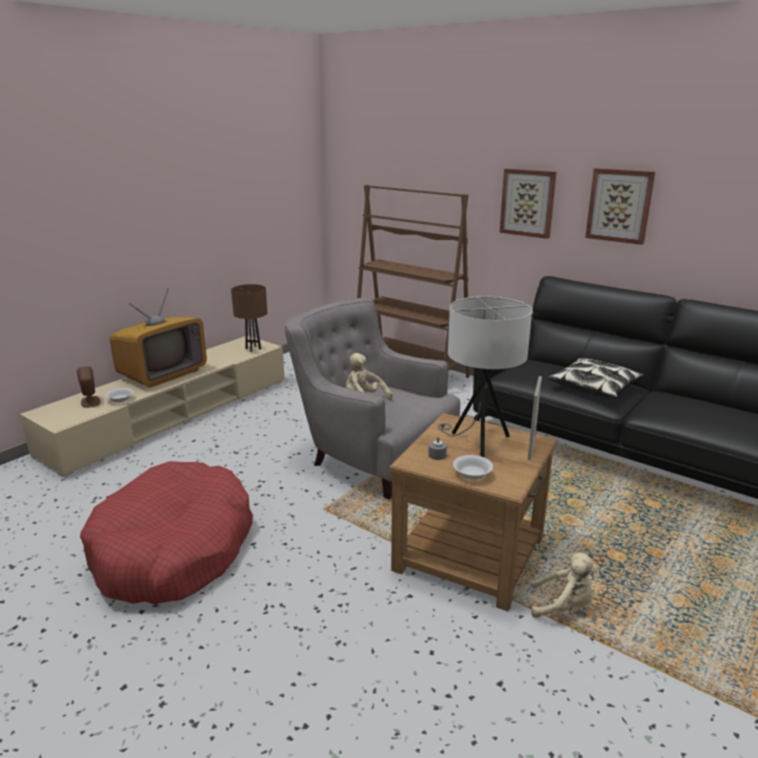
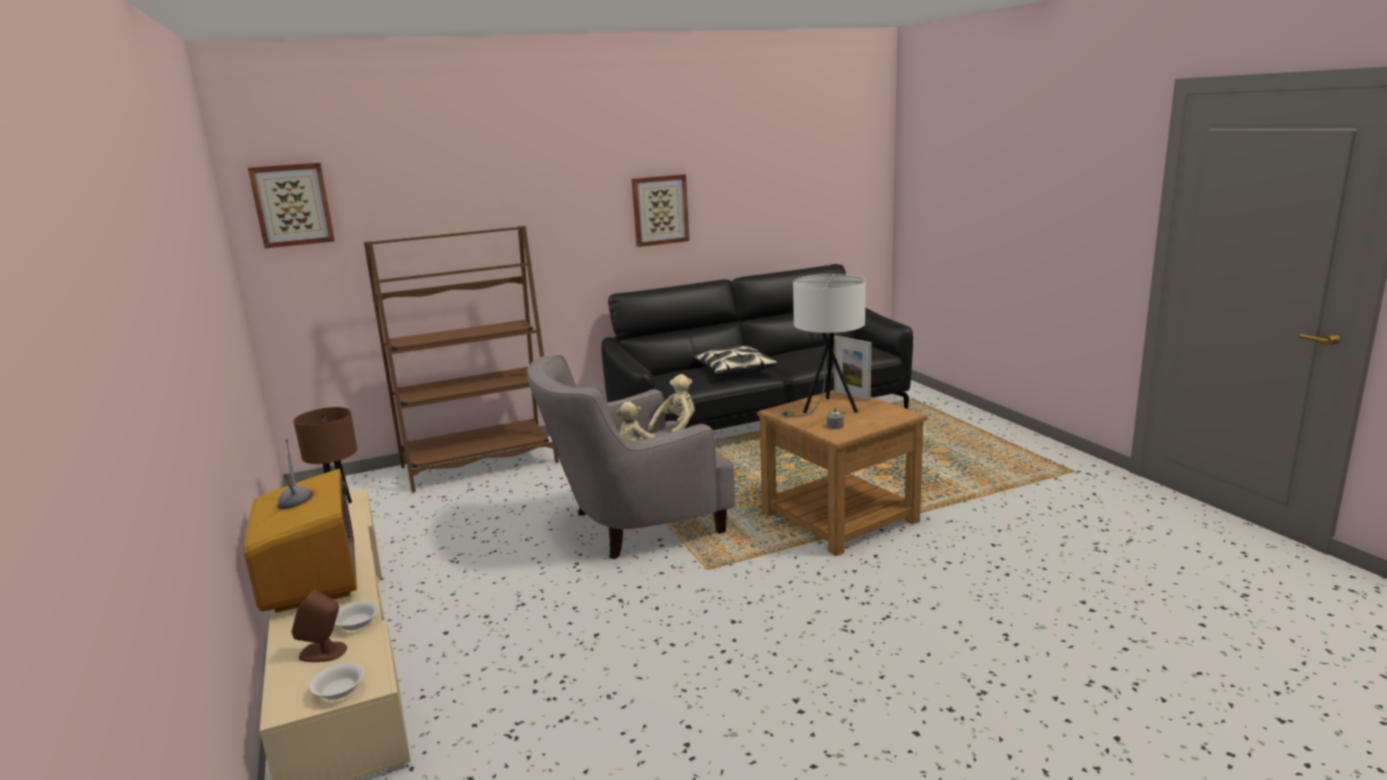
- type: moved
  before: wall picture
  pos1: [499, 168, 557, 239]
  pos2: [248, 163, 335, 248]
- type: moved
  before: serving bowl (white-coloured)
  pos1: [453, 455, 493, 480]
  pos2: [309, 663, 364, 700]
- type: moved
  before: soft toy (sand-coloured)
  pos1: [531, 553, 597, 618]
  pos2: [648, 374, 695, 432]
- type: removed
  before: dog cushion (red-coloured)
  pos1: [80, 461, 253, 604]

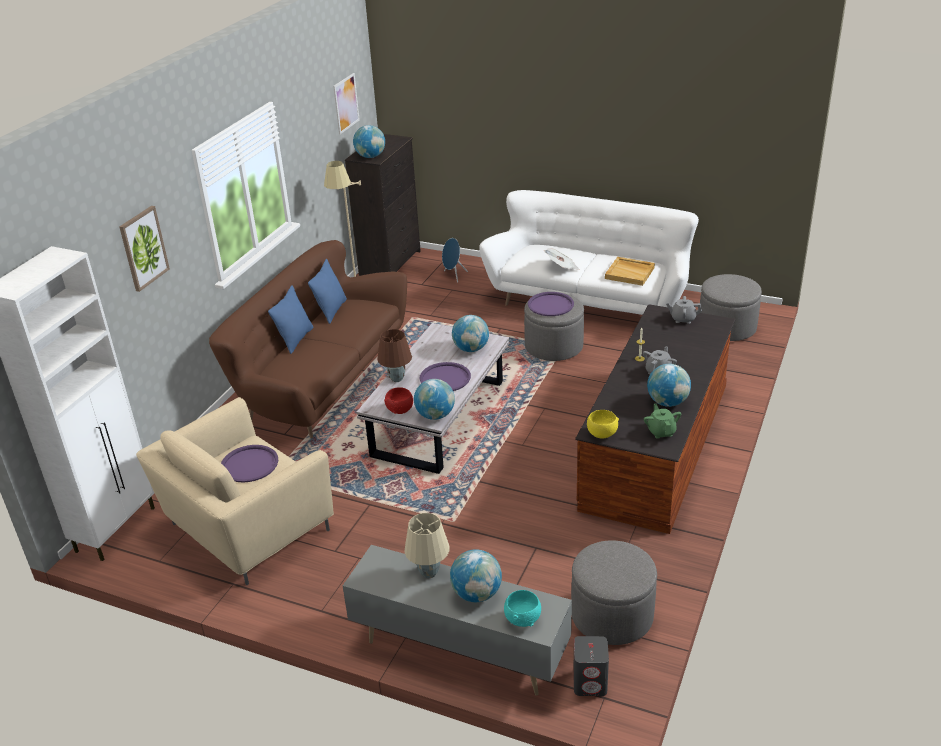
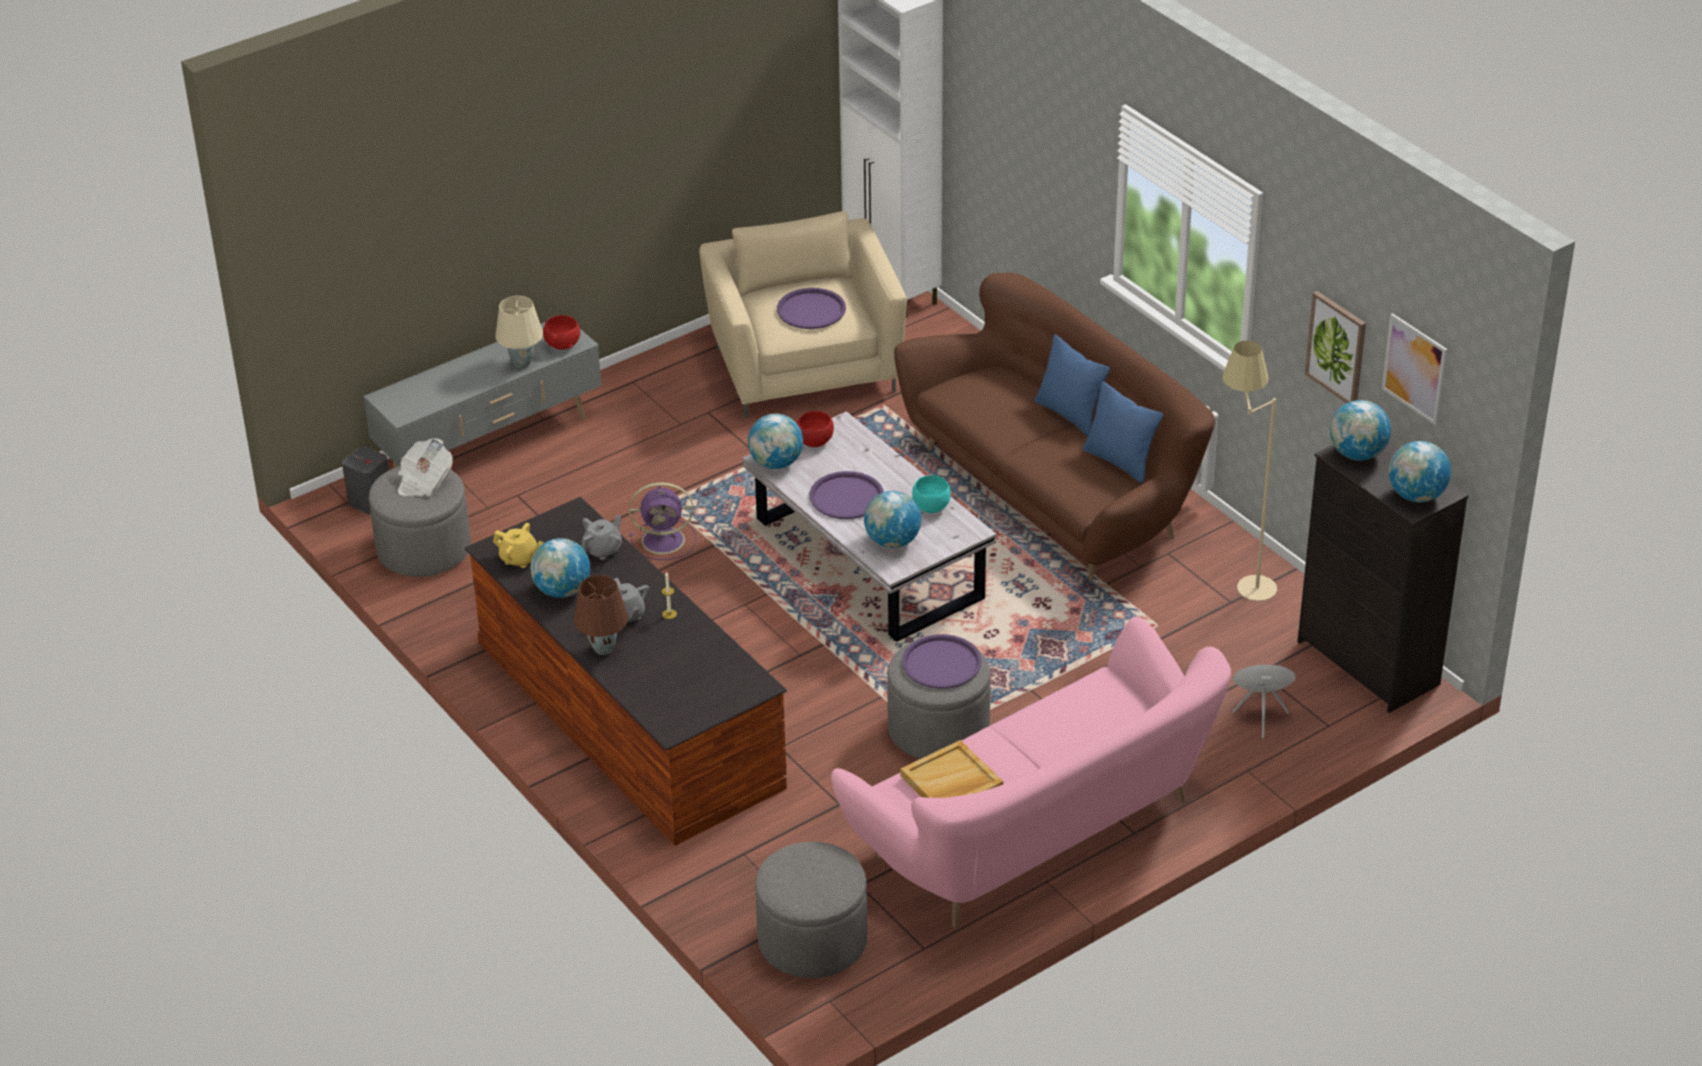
- type: moved
  before: daily paper
  pos1: [544, 248, 580, 270]
  pos2: [398, 438, 453, 496]
- type: recoloured
  before: tea pot (greenish)
  after: tea pot (yellowish)
  pos1: [644, 404, 681, 439]
  pos2: [493, 523, 543, 568]
- type: added
  after: serving bowl (red-coloured)
  pos2: [543, 315, 580, 350]
- type: moved
  before: tabletop lamp (brown-coloured)
  pos1: [377, 329, 412, 382]
  pos2: [574, 575, 628, 655]
- type: moved
  before: tea pot (greyish)
  pos1: [666, 296, 702, 324]
  pos2: [581, 515, 622, 560]
- type: added
  after: cooling fan (purplish)
  pos2: [629, 482, 696, 560]
- type: recoloured
  before: couch (white-coloured)
  after: couch (pinkish)
  pos1: [479, 190, 699, 315]
  pos2: [831, 617, 1231, 928]
- type: moved
  before: serving bowl (turquoise)
  pos1: [504, 590, 541, 627]
  pos2: [912, 475, 951, 513]
- type: moved
  before: wall picture
  pos1: [119, 206, 170, 292]
  pos2: [1305, 291, 1366, 403]
- type: moved
  before: desk globe
  pos1: [450, 549, 502, 602]
  pos2: [1389, 441, 1451, 502]
- type: removed
  before: serving bowl (yellowish)
  pos1: [587, 410, 619, 439]

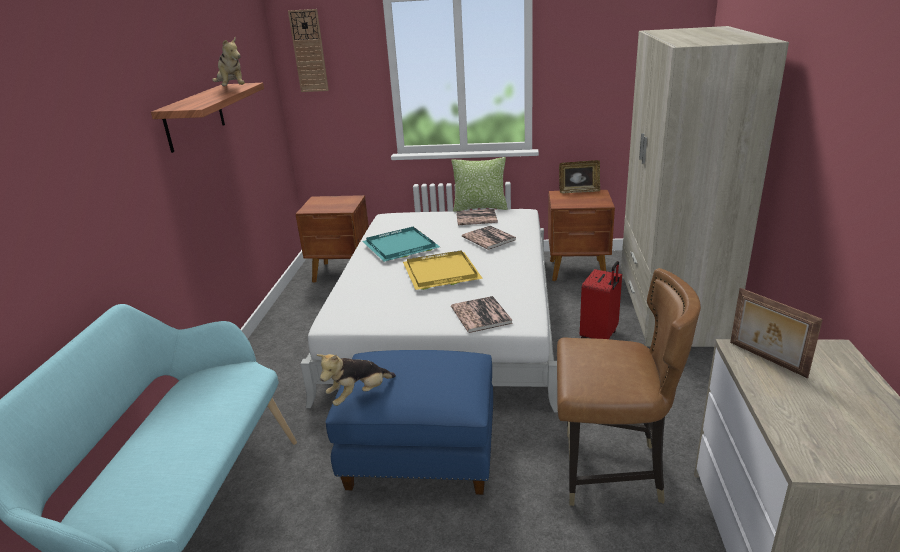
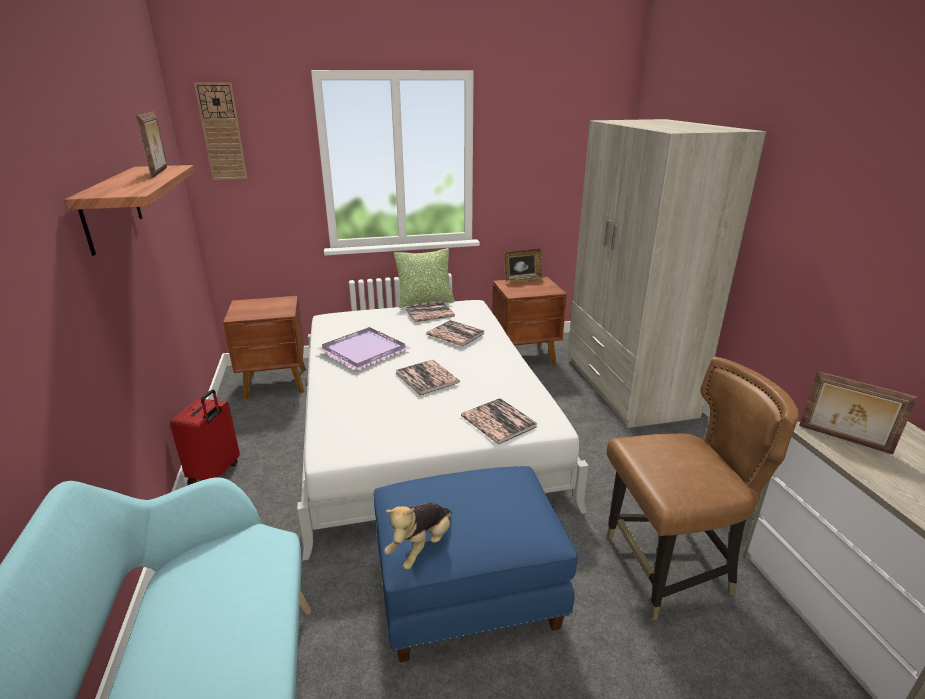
- type: replaced
  before: soft toy
  after: picture frame
  pos1: [212, 36, 245, 86]
  pos2: [136, 112, 167, 178]
- type: moved
  before: travel case (red-coloured)
  pos1: [580, 261, 622, 339]
  pos2: [170, 389, 240, 485]
- type: recoloured
  before: tray (turquoise)
  after: tray (purplish)
  pos1: [362, 227, 440, 262]
  pos2: [317, 327, 411, 371]
- type: replaced
  before: tray (yellowish)
  after: volume
  pos1: [403, 250, 483, 290]
  pos2: [396, 360, 460, 396]

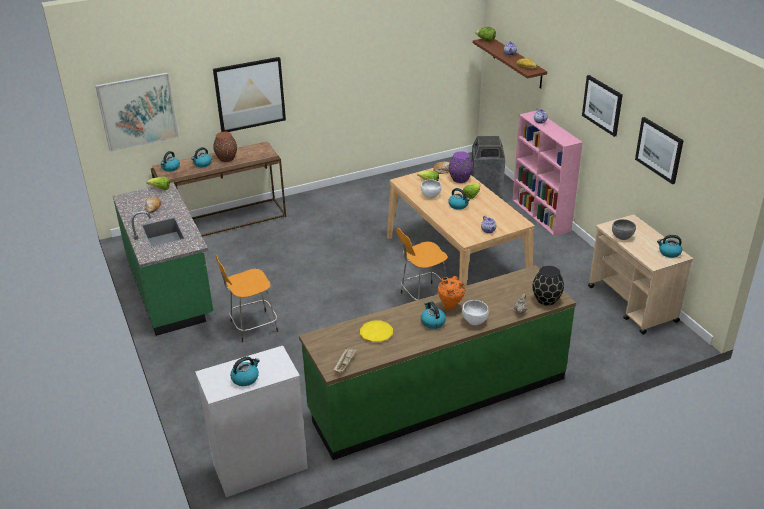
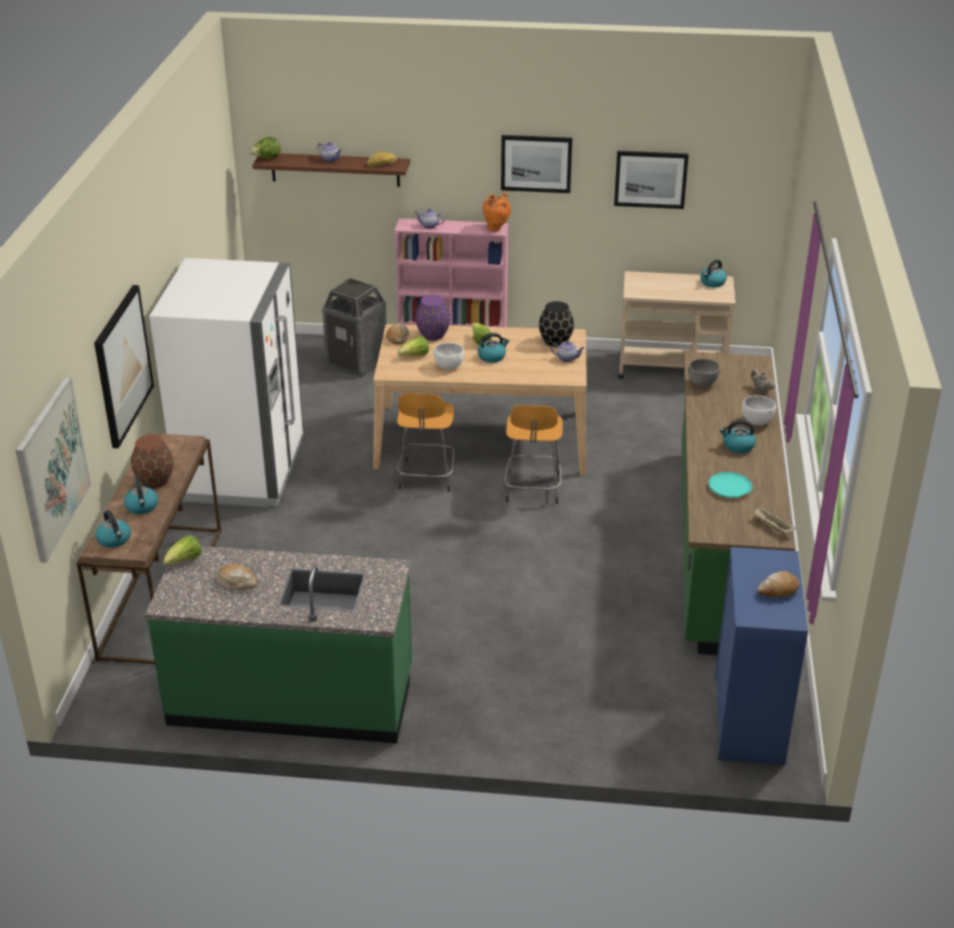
- type: added
  after: refrigerator (white-coloured)
  pos2: [149, 258, 304, 507]
- type: moved
  before: stool (orange)
  pos1: [215, 255, 278, 343]
  pos2: [397, 393, 455, 492]
- type: moved
  before: vase (orange)
  pos1: [438, 276, 465, 310]
  pos2: [483, 192, 512, 231]
- type: moved
  before: vase (black-coloured)
  pos1: [533, 266, 564, 306]
  pos2: [539, 301, 574, 347]
- type: moved
  before: serving bowl (greyish)
  pos1: [612, 219, 636, 240]
  pos2: [688, 359, 720, 387]
- type: recoloured
  before: flat dish (yellowish)
  after: flat dish (turquoise)
  pos1: [360, 321, 393, 342]
  pos2: [708, 472, 753, 498]
- type: recoloured
  before: dresser (white-coloured)
  after: dresser (blue-coloured)
  pos1: [195, 346, 308, 497]
  pos2: [715, 547, 808, 765]
- type: replaced
  before: water kettle
  after: bakery bread
  pos1: [230, 357, 260, 386]
  pos2: [757, 571, 800, 597]

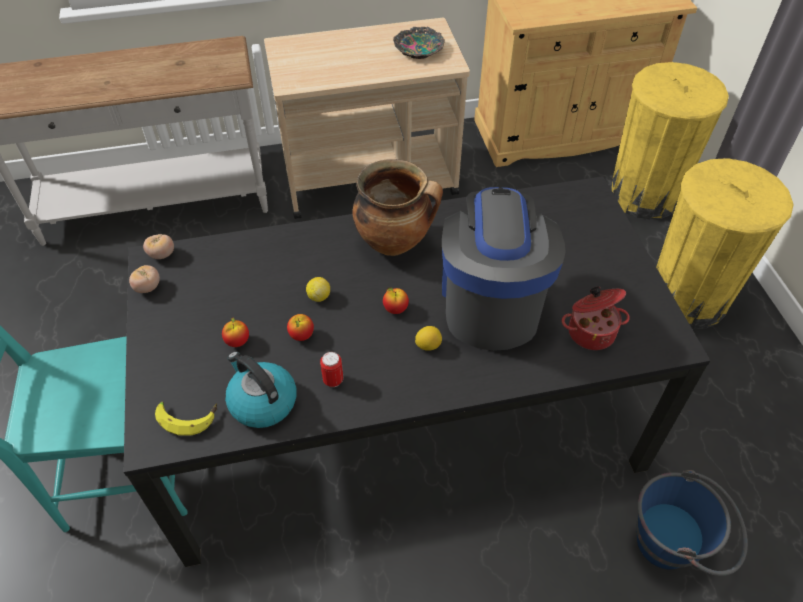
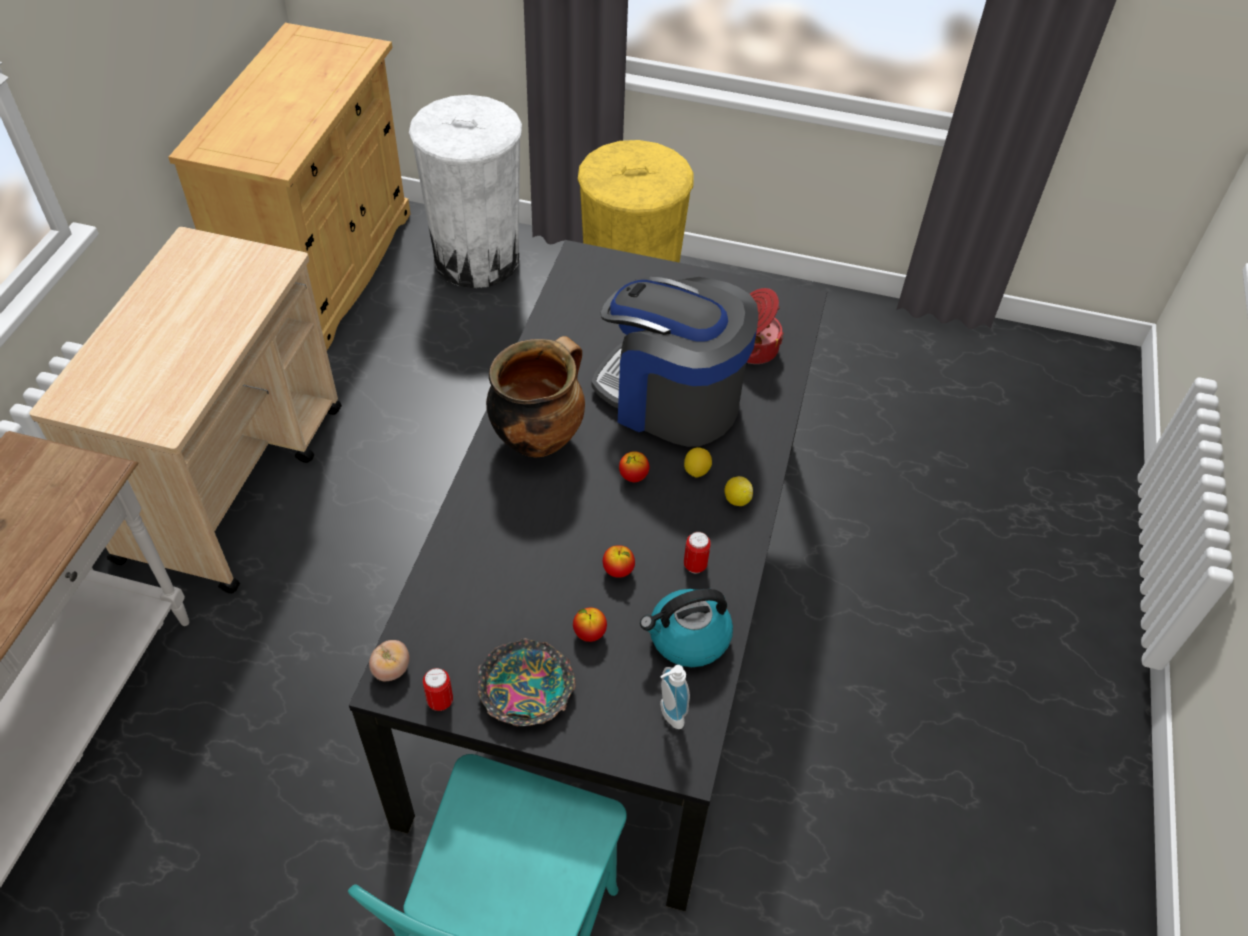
- type: recoloured
  before: rubbish bin (yellowish)
  after: rubbish bin (white-coloured)
  pos1: [610, 62, 729, 220]
  pos2: [409, 95, 522, 288]
- type: replaced
  before: fresh tomato
  after: can
  pos1: [129, 265, 160, 293]
  pos2: [423, 668, 453, 711]
- type: moved
  before: serving bowl
  pos1: [393, 27, 445, 59]
  pos2: [478, 638, 576, 726]
- type: replaced
  before: banana fruit
  after: liquid soap bottle
  pos1: [155, 401, 217, 436]
  pos2: [660, 665, 690, 729]
- type: moved
  before: lemon
  pos1: [306, 277, 330, 302]
  pos2: [724, 476, 753, 506]
- type: removed
  before: water bucket (blue-coloured)
  pos1: [636, 470, 748, 576]

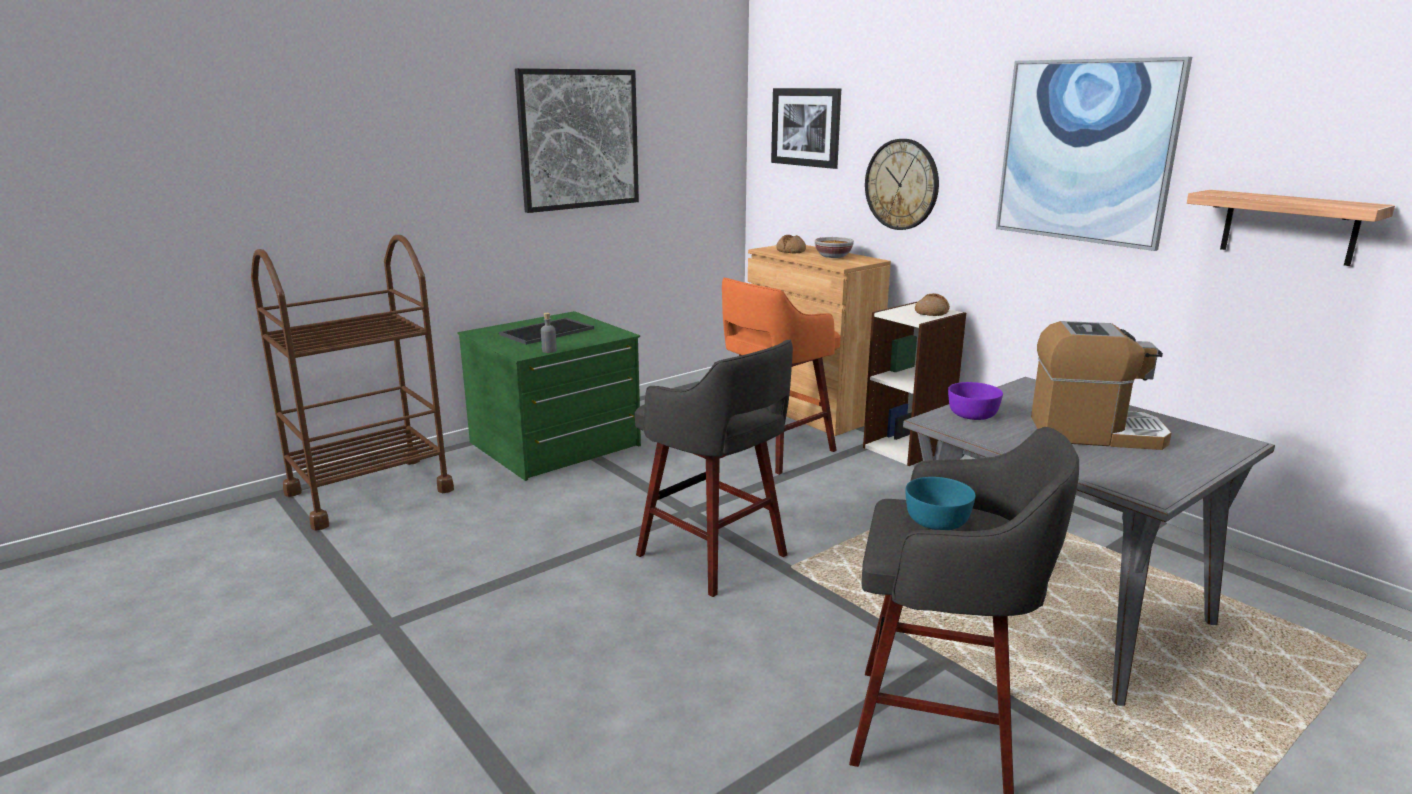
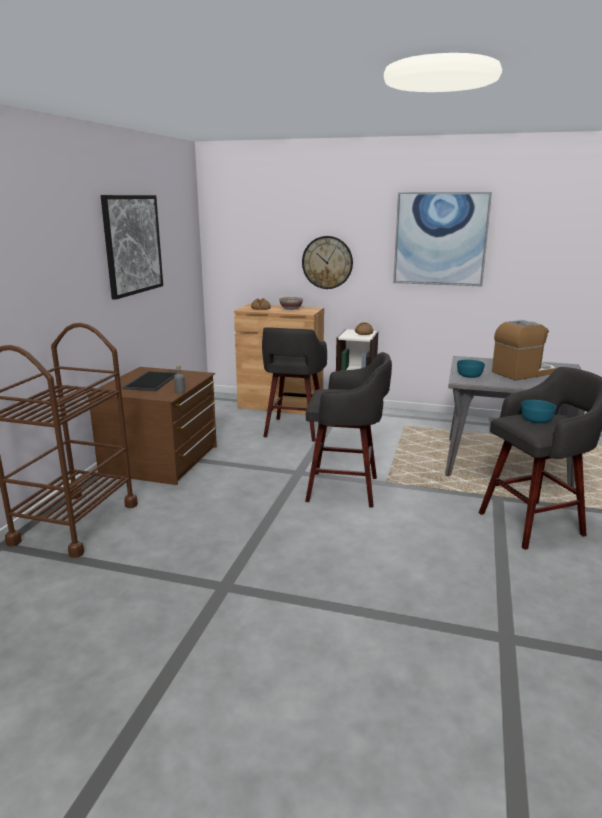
- type: recoloured
  before: dresser (greenish)
  after: dresser (brown-coloured)
  pos1: [457, 311, 641, 481]
  pos2: [87, 367, 217, 485]
- type: recoloured
  before: stool (orange)
  after: stool (greyish)
  pos1: [722, 278, 841, 475]
  pos2: [262, 327, 327, 442]
- type: recoloured
  before: serving bowl (purplish)
  after: serving bowl (turquoise)
  pos1: [948, 382, 1003, 420]
  pos2: [457, 360, 485, 378]
- type: removed
  before: wall picture
  pos1: [771, 88, 841, 169]
- type: removed
  before: shelf
  pos1: [1187, 190, 1395, 266]

